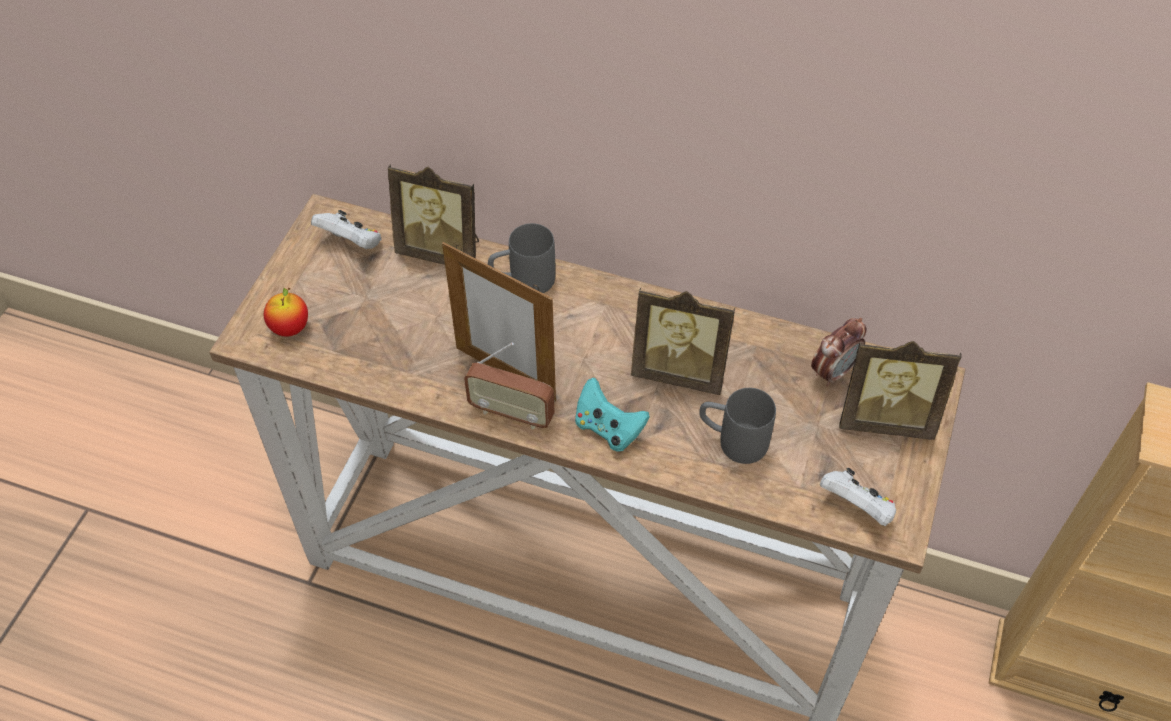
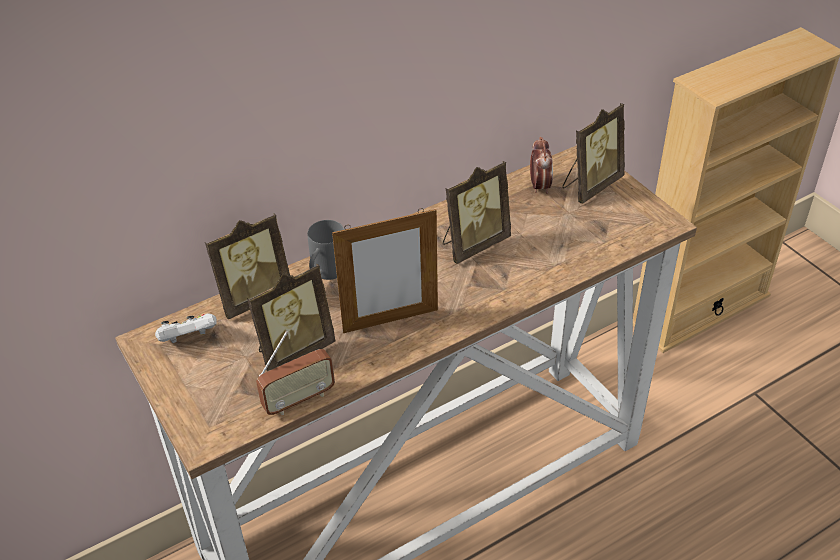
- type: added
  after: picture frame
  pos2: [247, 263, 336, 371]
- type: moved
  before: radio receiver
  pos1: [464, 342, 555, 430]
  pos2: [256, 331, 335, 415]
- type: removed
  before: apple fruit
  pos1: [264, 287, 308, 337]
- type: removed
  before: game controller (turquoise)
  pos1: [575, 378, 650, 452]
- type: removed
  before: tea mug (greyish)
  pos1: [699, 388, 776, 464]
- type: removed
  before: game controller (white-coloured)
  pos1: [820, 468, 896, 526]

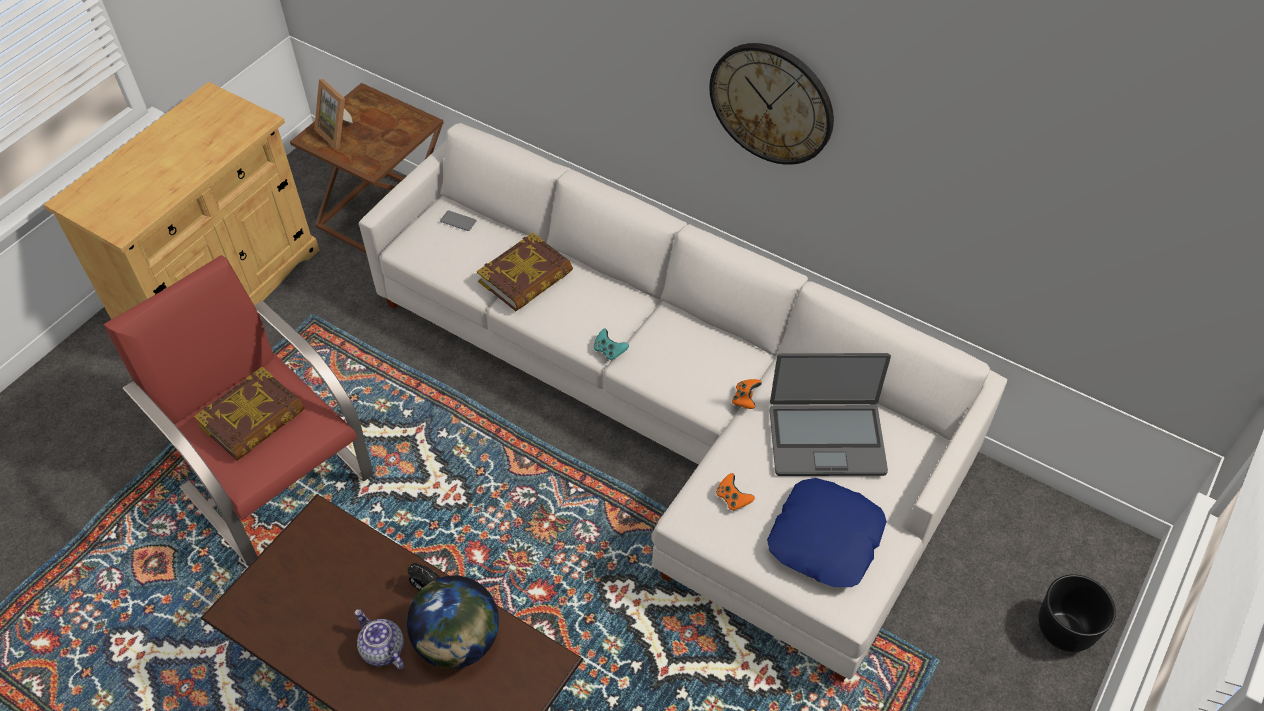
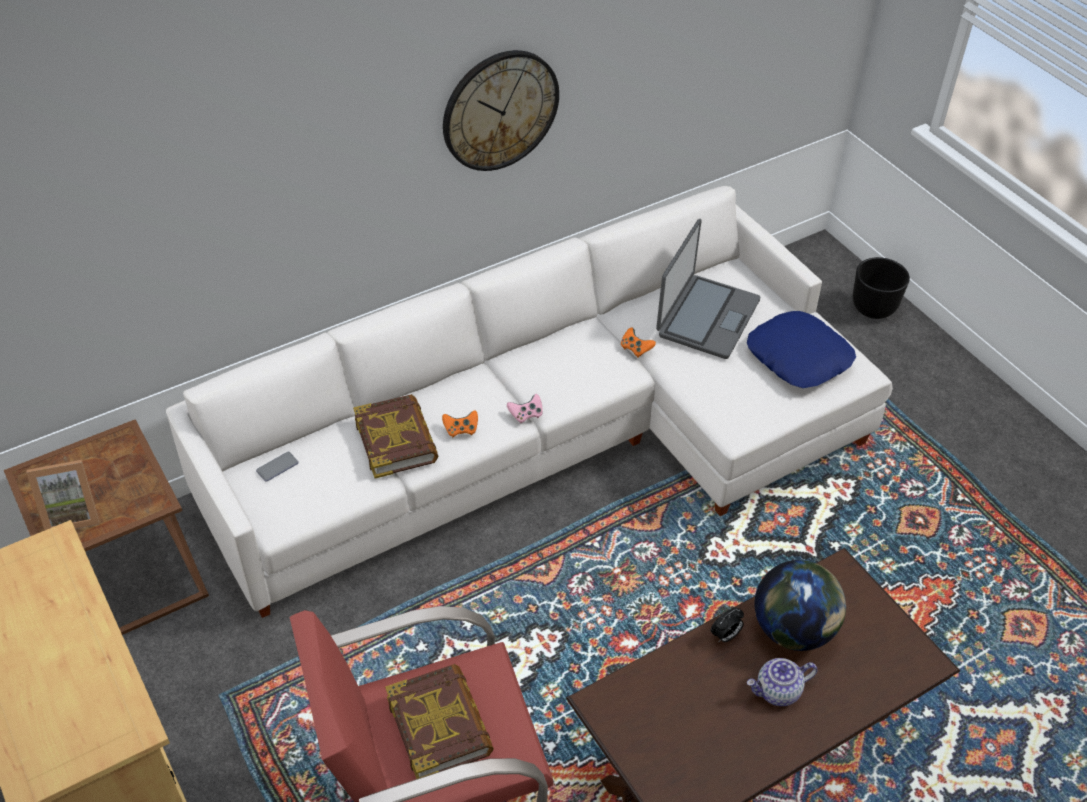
- type: moved
  before: game controller (orange)
  pos1: [716, 473, 755, 511]
  pos2: [442, 410, 478, 437]
- type: recoloured
  before: game controller (turquoise)
  after: game controller (pinkish)
  pos1: [593, 328, 629, 361]
  pos2: [507, 394, 543, 423]

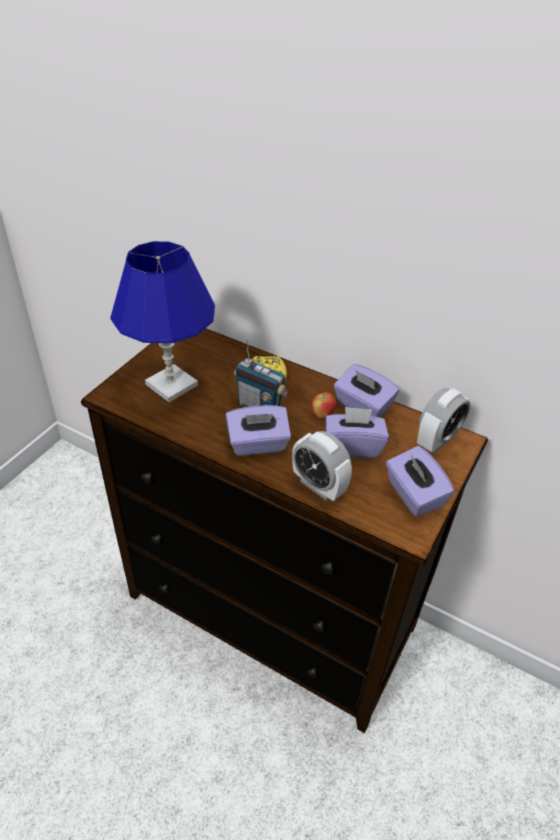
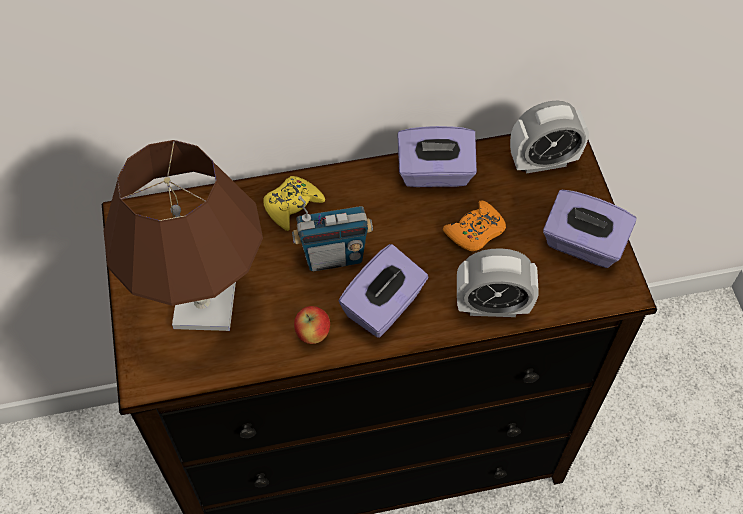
- type: recoloured
  before: tabletop lamp (blue-coloured)
  after: tabletop lamp (brown-coloured)
  pos1: [111, 241, 215, 402]
  pos2: [104, 140, 263, 331]
- type: moved
  before: apple fruit
  pos1: [311, 392, 336, 419]
  pos2: [294, 306, 330, 344]
- type: replaced
  before: tissue box (purplish)
  after: game controller (orange)
  pos1: [326, 407, 389, 458]
  pos2: [443, 200, 506, 251]
- type: turned
  before: bedside clock
  pos1: [417, 388, 470, 453]
  pos2: [510, 100, 589, 174]
  turn: 75

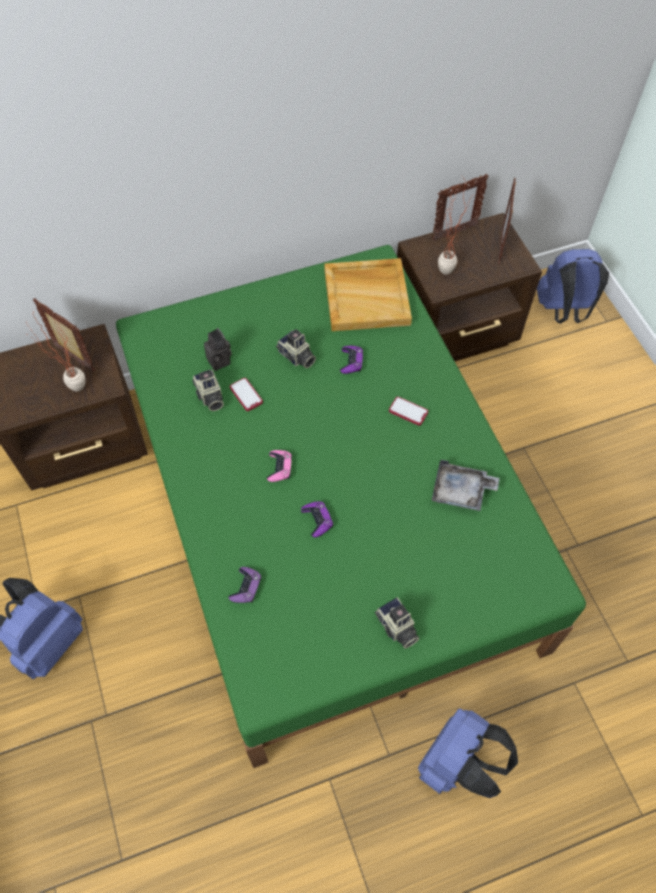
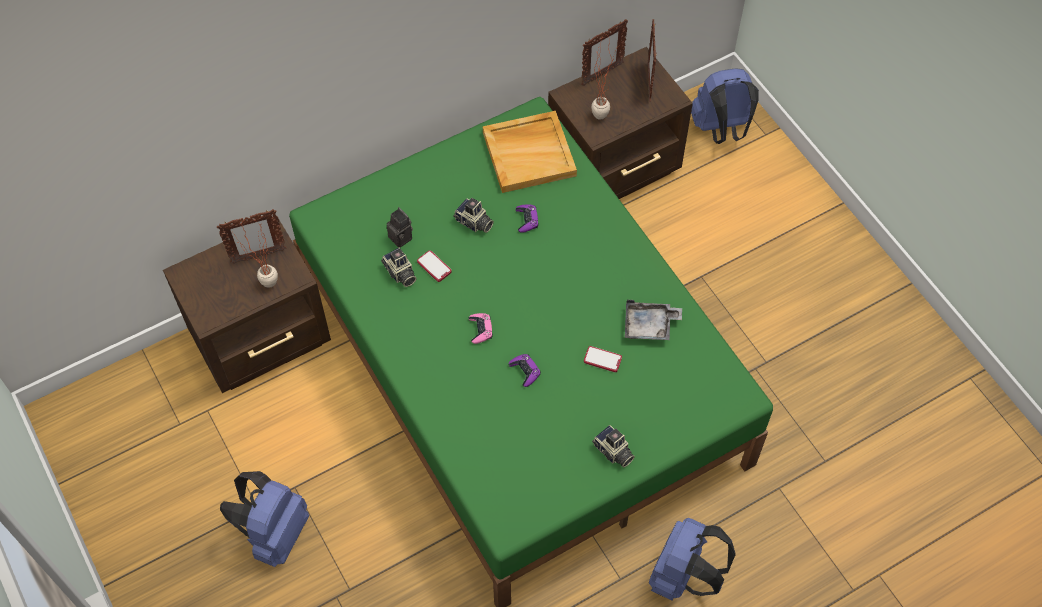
- type: turned
  before: picture frame
  pos1: [33, 298, 95, 371]
  pos2: [217, 209, 286, 264]
  turn: 135
- type: moved
  before: telephone
  pos1: [389, 397, 428, 426]
  pos2: [584, 346, 622, 372]
- type: removed
  before: game controller (purplish)
  pos1: [228, 567, 261, 603]

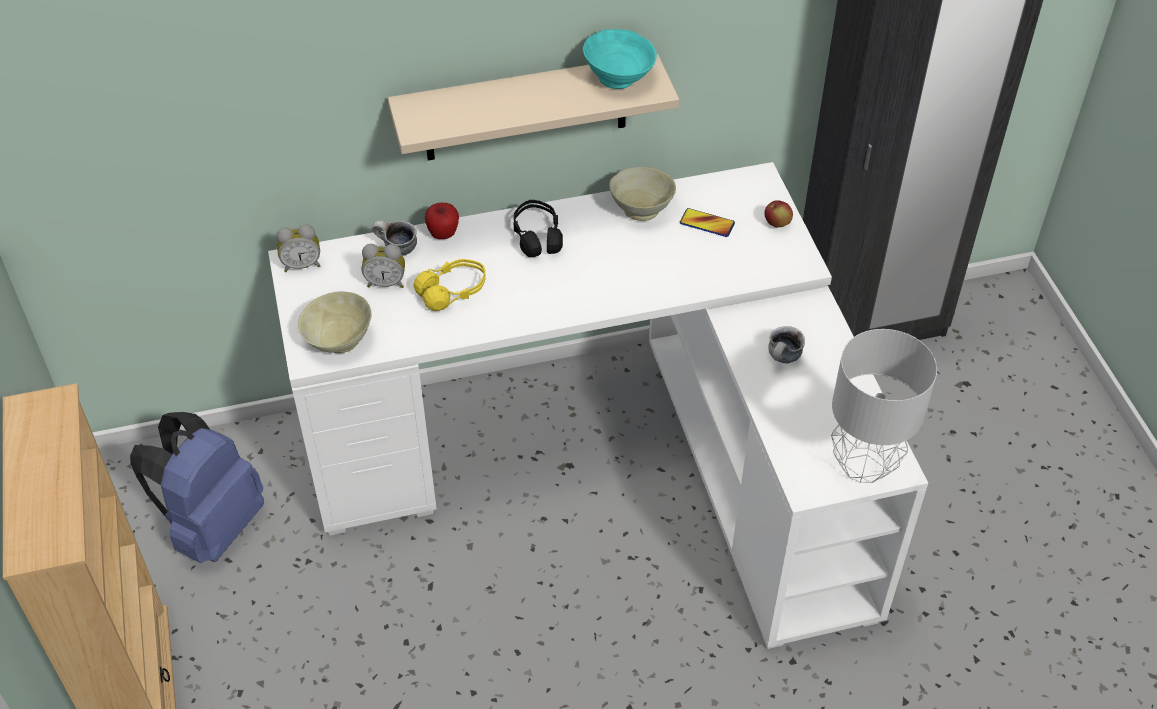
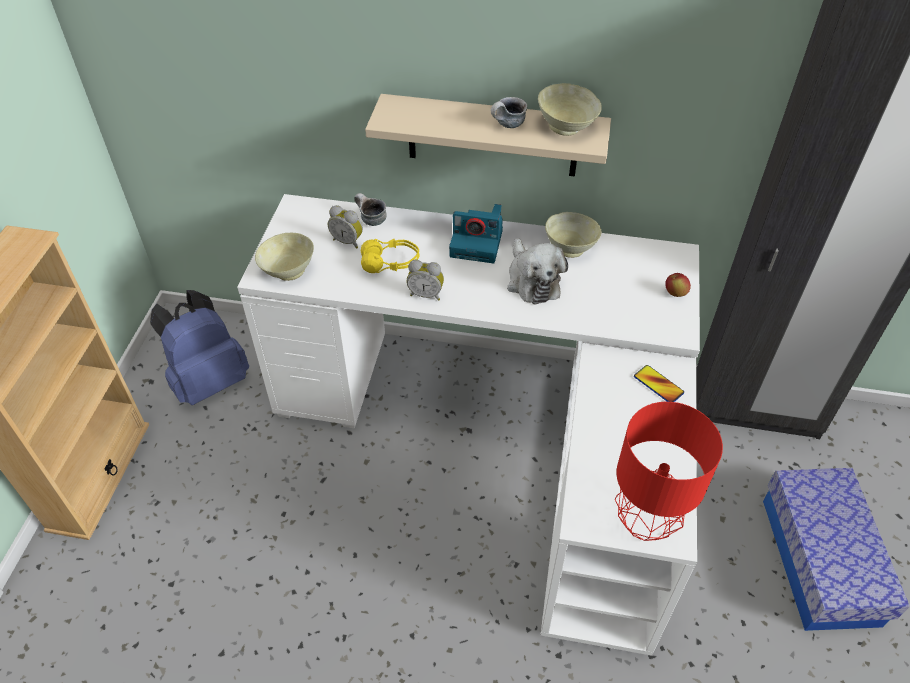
- type: moved
  before: bedside clock
  pos1: [276, 224, 321, 272]
  pos2: [407, 259, 444, 301]
- type: replaced
  before: headset (black-coloured)
  after: still camera
  pos1: [513, 200, 563, 257]
  pos2: [449, 204, 503, 263]
- type: moved
  before: tea mug
  pos1: [768, 326, 805, 363]
  pos2: [491, 97, 527, 128]
- type: added
  after: soft toy
  pos2: [507, 238, 568, 305]
- type: recoloured
  before: serving bowl (turquoise)
  after: serving bowl (sand-coloured)
  pos1: [583, 29, 657, 89]
  pos2: [538, 83, 602, 136]
- type: recoloured
  before: tabletop lamp (greyish)
  after: tabletop lamp (red-coloured)
  pos1: [831, 329, 937, 483]
  pos2: [615, 402, 723, 541]
- type: moved
  before: telephone
  pos1: [680, 208, 735, 237]
  pos2: [634, 365, 684, 402]
- type: added
  after: storage container
  pos2: [763, 468, 910, 631]
- type: removed
  before: apple fruit
  pos1: [425, 203, 459, 239]

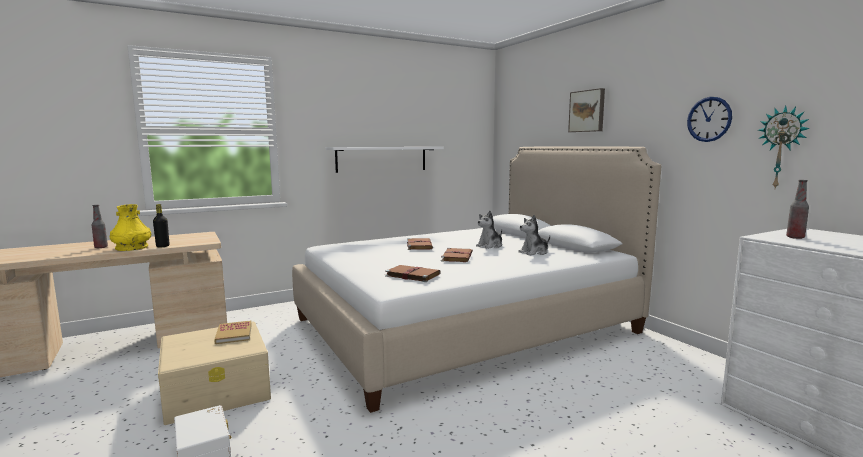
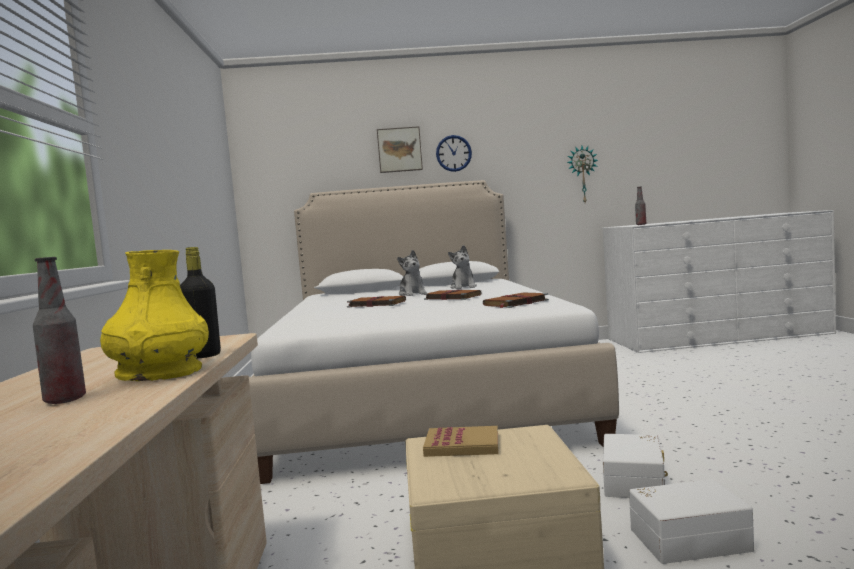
- type: moved
  before: wall clock
  pos1: [687, 97, 732, 142]
  pos2: [436, 135, 472, 172]
- type: added
  after: storage container (white-coloured)
  pos2: [603, 434, 668, 498]
- type: removed
  before: shelf (white-coloured)
  pos1: [326, 147, 444, 173]

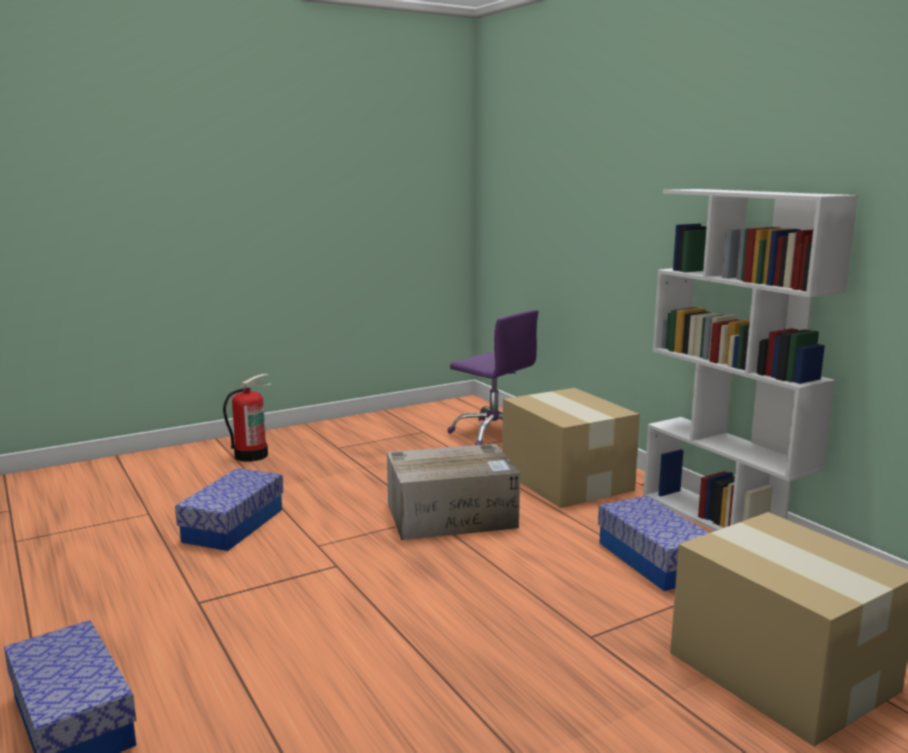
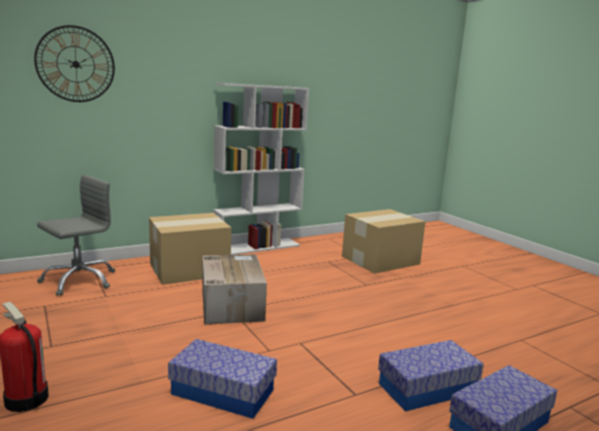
- type: added
  after: wall clock
  pos2: [34, 25, 115, 102]
- type: recoloured
  before: computer chair (purplish)
  after: computer chair (greyish)
  pos1: [447, 310, 538, 445]
  pos2: [37, 175, 115, 296]
- type: moved
  before: storage container
  pos1: [598, 495, 709, 591]
  pos2: [378, 340, 484, 411]

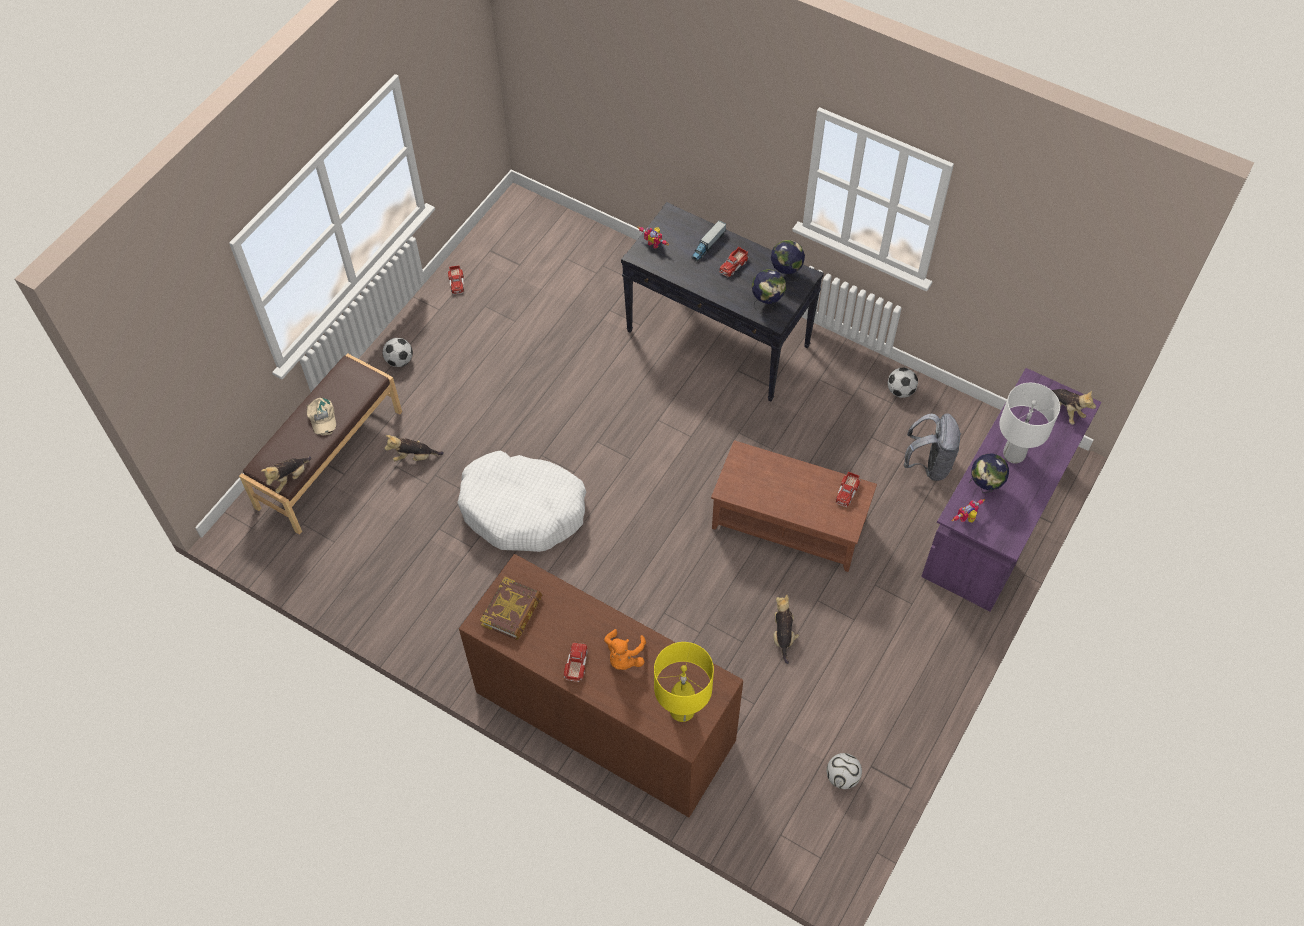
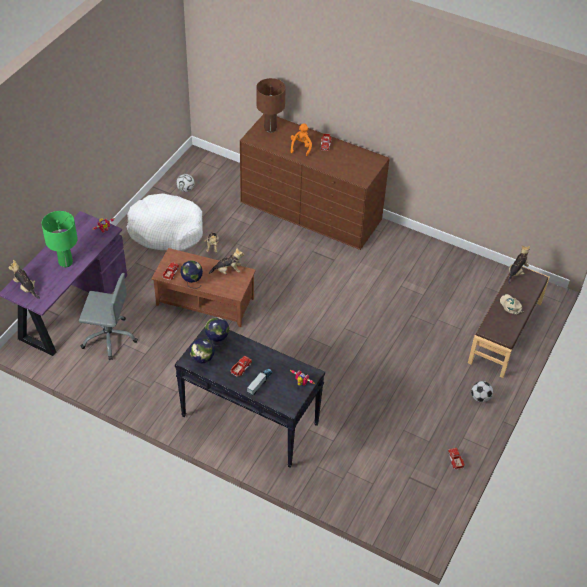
- type: recoloured
  before: tabletop lamp (white-coloured)
  after: tabletop lamp (greenish)
  pos1: [999, 383, 1060, 463]
  pos2: [42, 211, 78, 268]
- type: replaced
  before: knapsack (greyish)
  after: computer chair (greyish)
  pos1: [903, 413, 962, 481]
  pos2: [79, 273, 138, 360]
- type: moved
  before: dog cushion (white-coloured)
  pos1: [457, 451, 586, 552]
  pos2: [127, 193, 203, 251]
- type: moved
  before: desk globe
  pos1: [969, 453, 1009, 493]
  pos2: [180, 260, 203, 289]
- type: moved
  before: soft toy
  pos1: [384, 435, 444, 461]
  pos2: [209, 248, 244, 274]
- type: recoloured
  before: tabletop lamp (yellowish)
  after: tabletop lamp (brown-coloured)
  pos1: [654, 642, 714, 722]
  pos2: [256, 78, 286, 133]
- type: removed
  before: volume
  pos1: [480, 577, 542, 640]
- type: removed
  before: football
  pos1: [888, 368, 918, 398]

